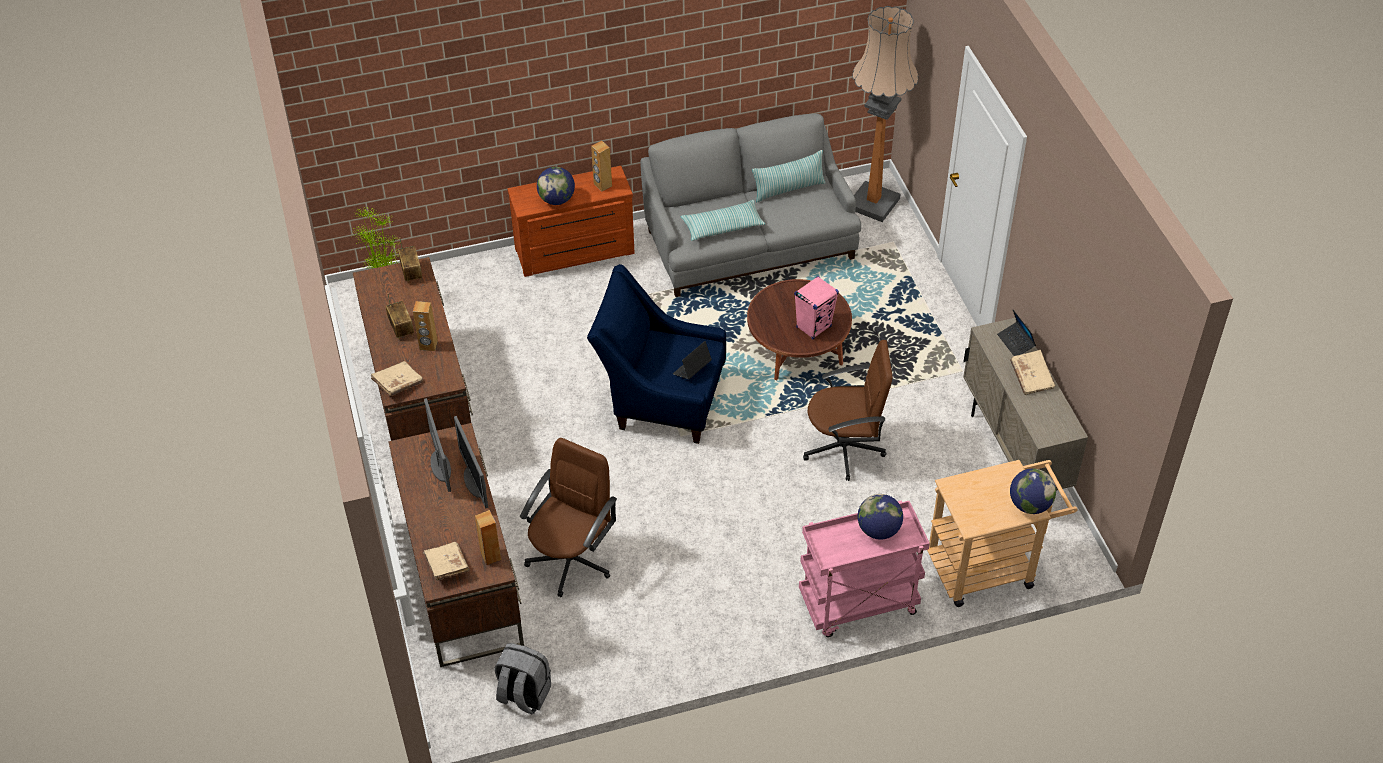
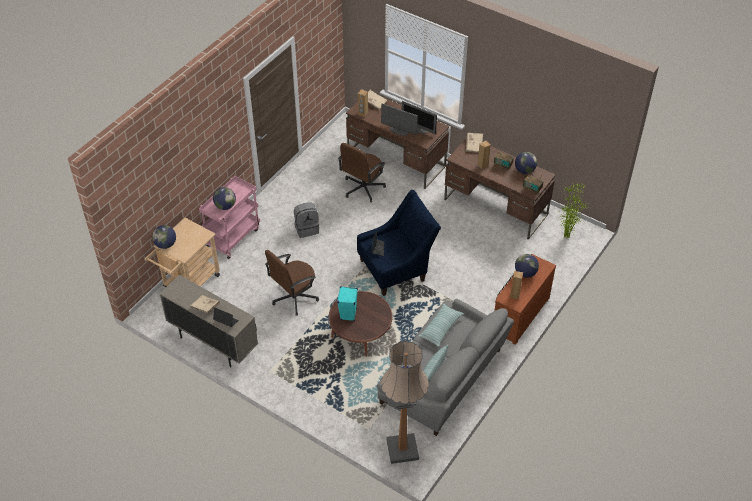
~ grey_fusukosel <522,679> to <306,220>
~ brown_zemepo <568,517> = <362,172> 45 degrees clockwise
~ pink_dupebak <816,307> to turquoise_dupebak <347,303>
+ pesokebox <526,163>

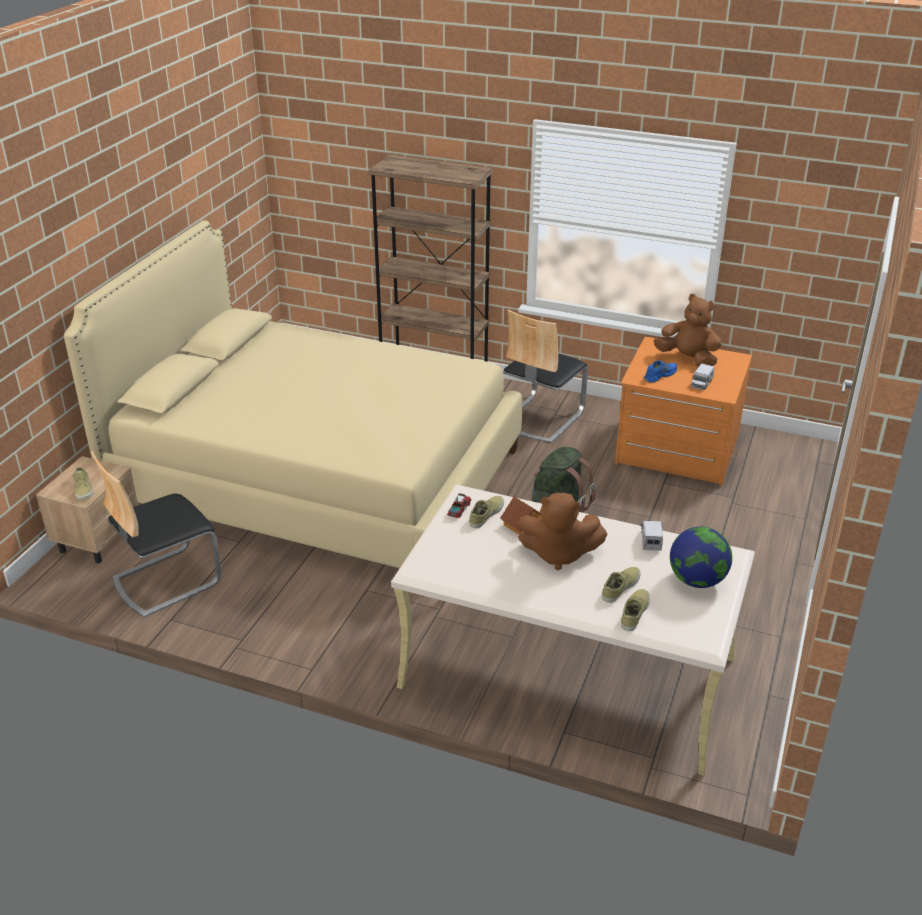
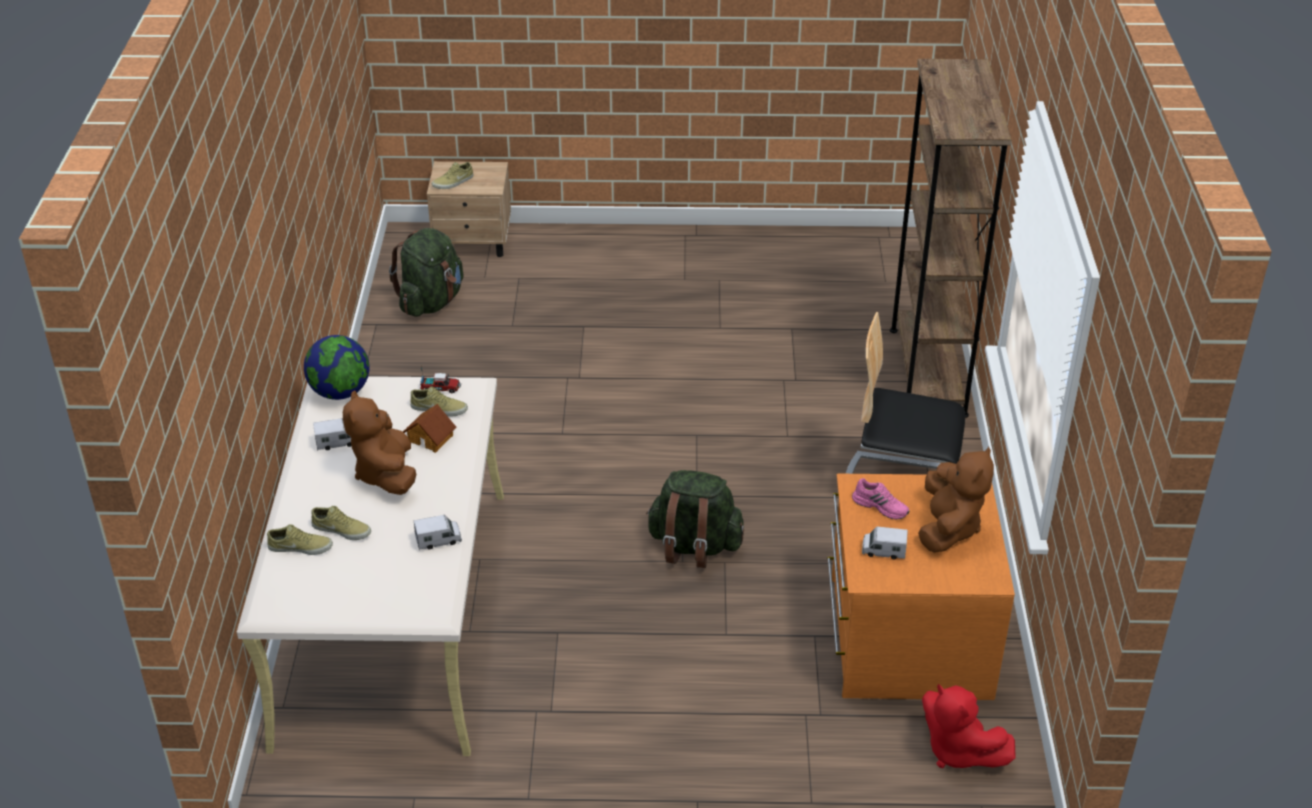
- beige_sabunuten <293,394>
~ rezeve <156,534> to green_fusukosel <426,272>
~ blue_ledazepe <660,371> to pink_ledazepe <880,499>
~ pesokebox <701,557> to <336,367>
+ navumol <332,434>
+ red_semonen <969,726>

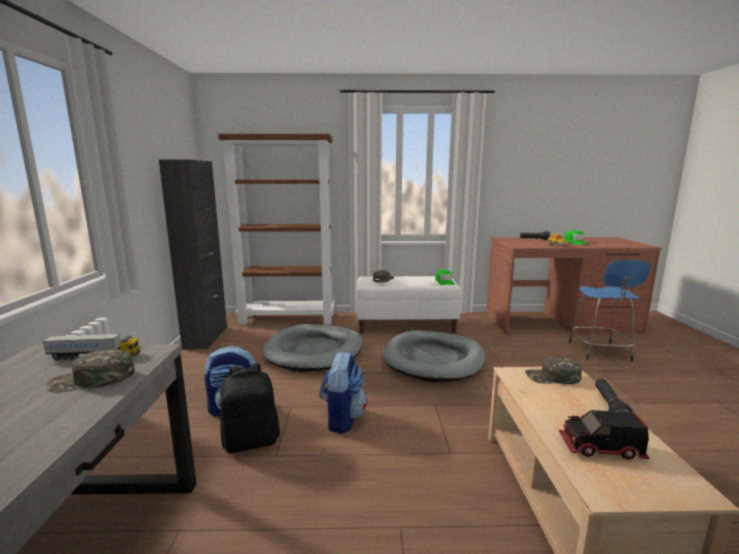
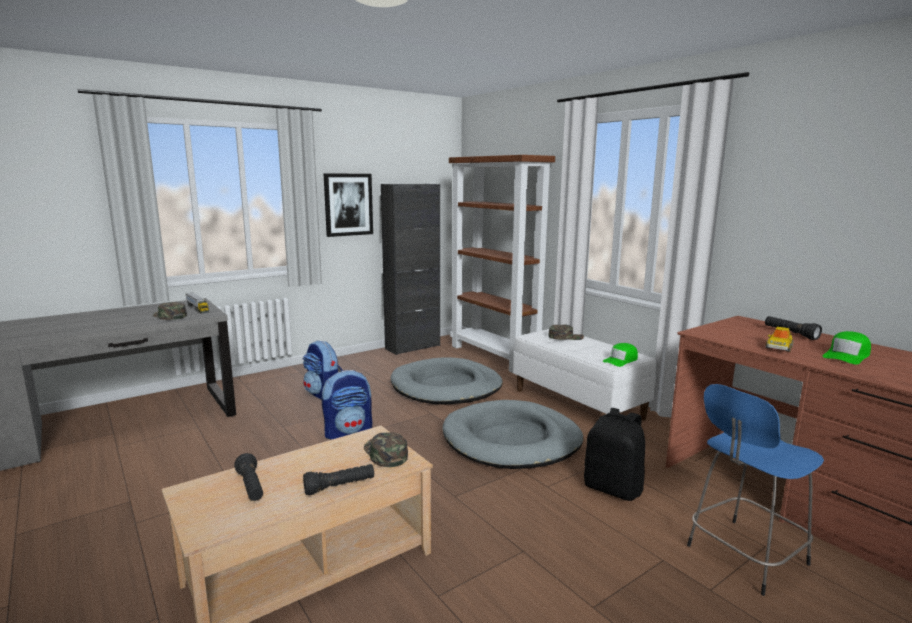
~ black_fusukosel <250,408> to <614,454>
~ navumol <603,435> to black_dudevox <248,477>
+ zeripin <348,205>

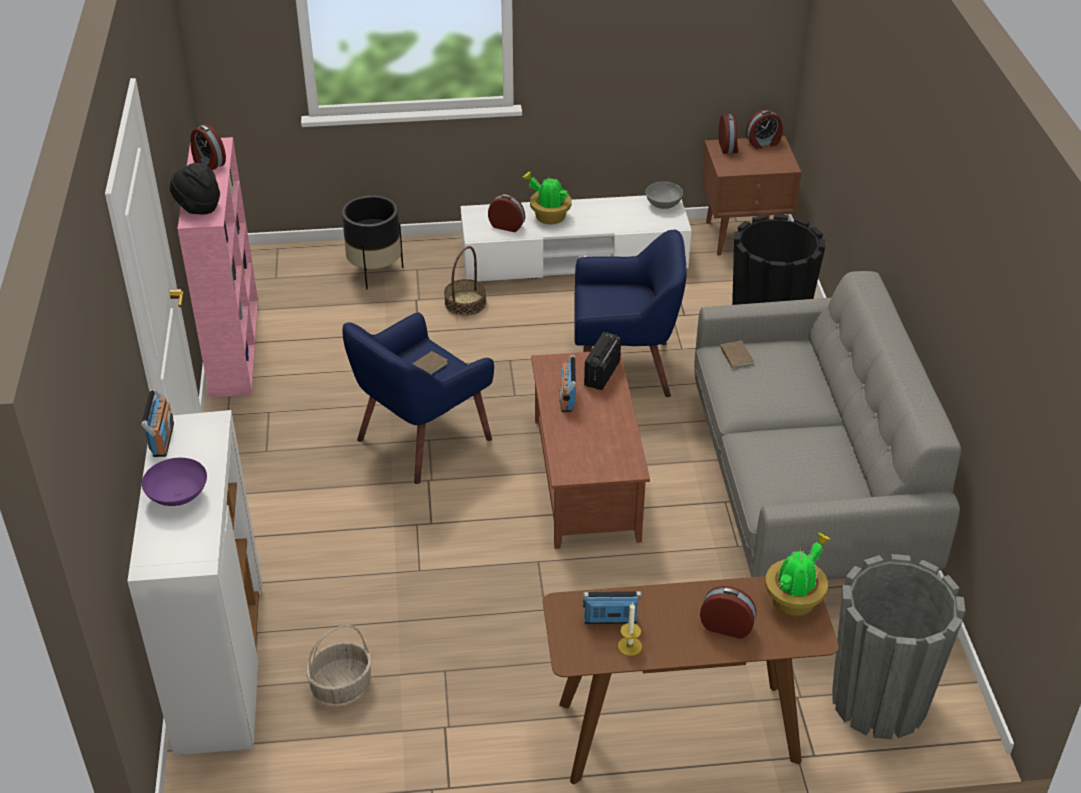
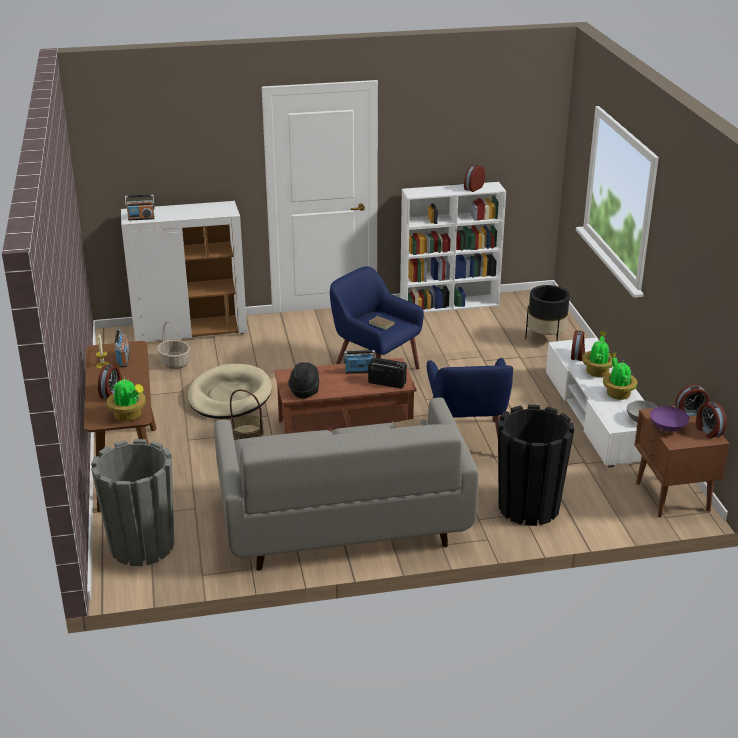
~ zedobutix <157,422> to <140,207>
~ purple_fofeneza <174,482> to <669,419>
~ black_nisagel <195,188> to <303,380>
~ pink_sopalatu <218,267> to white_sopalatu <453,247>
~ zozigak <465,281> to <247,414>
+ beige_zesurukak <230,391>
+ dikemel <620,376>

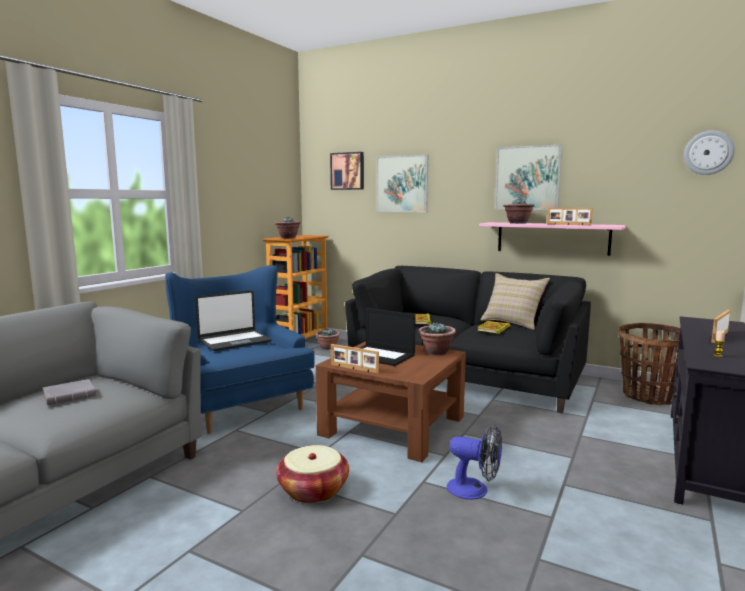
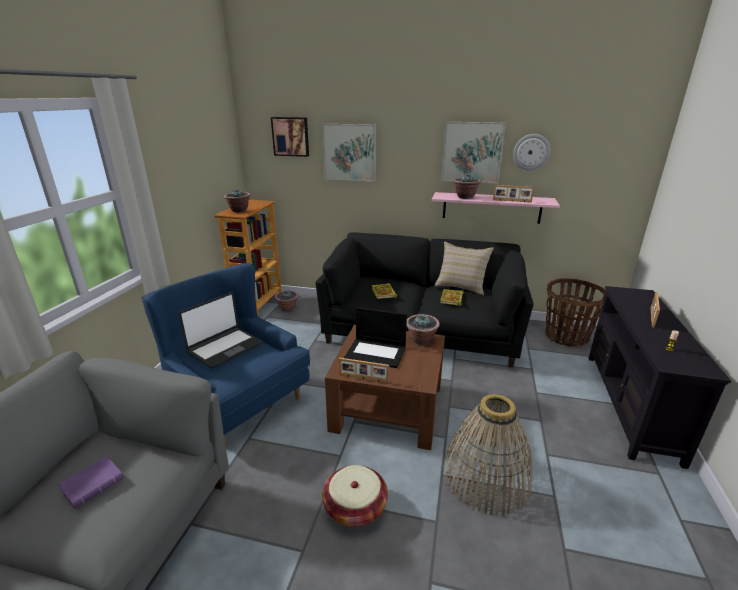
~ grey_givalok <69,392> to purple_givalok <91,482>
~ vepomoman <474,462> to zozigak <488,454>
~ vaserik <709,153> to <531,152>

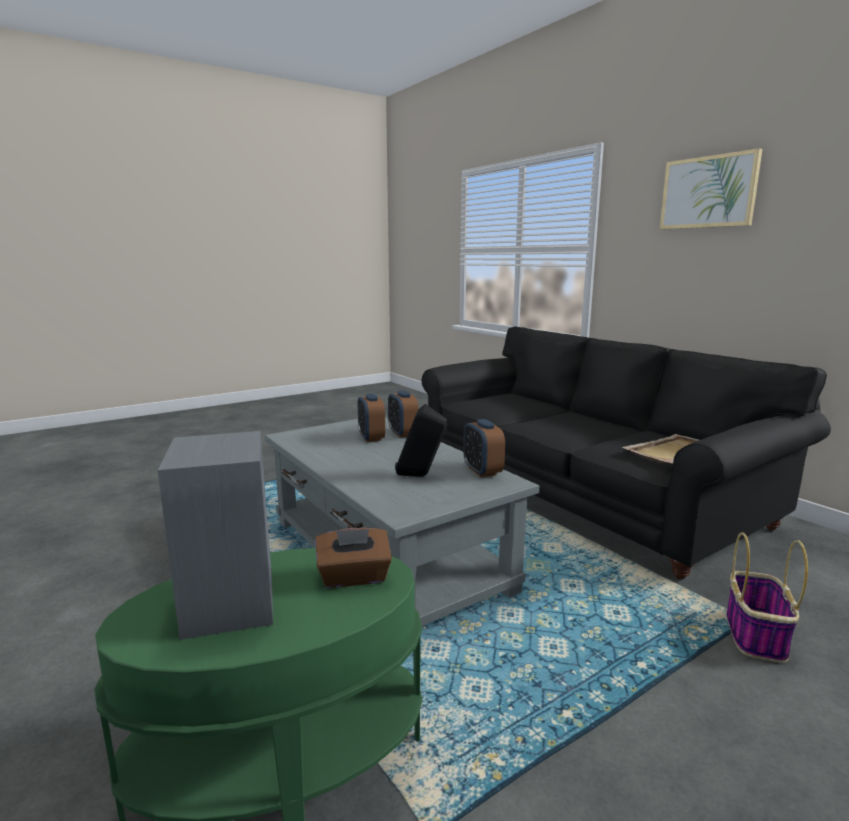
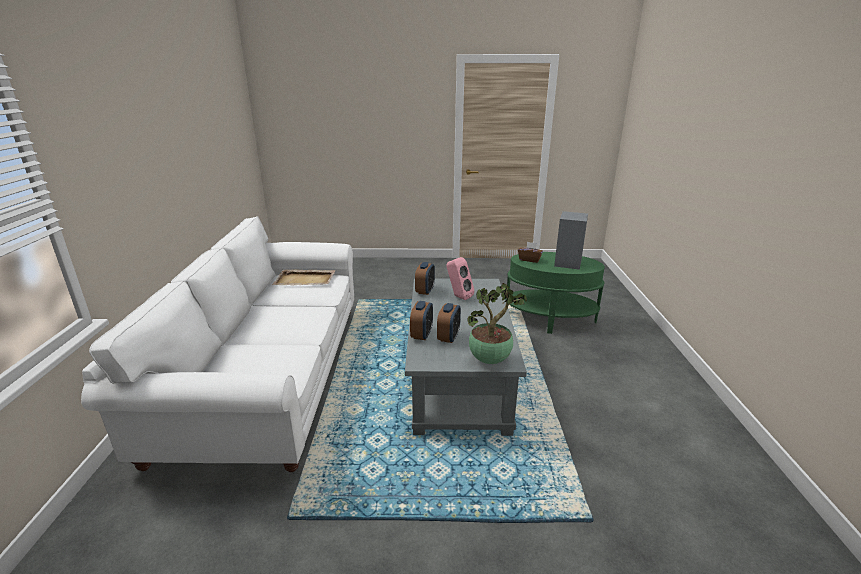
~ black_dupebak <421,440> to pink_dupebak <460,278>
~ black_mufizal <626,453> to white_mufizal <217,344>
- zeripin <711,189>
- zozigak <767,597>
+ dikemel <497,323>

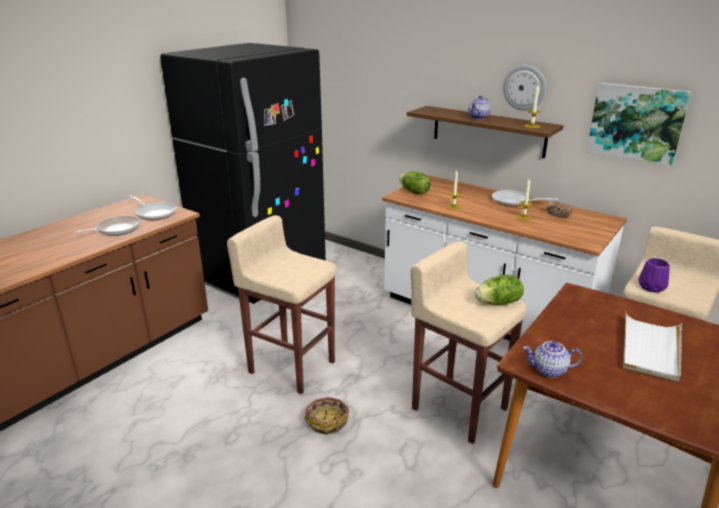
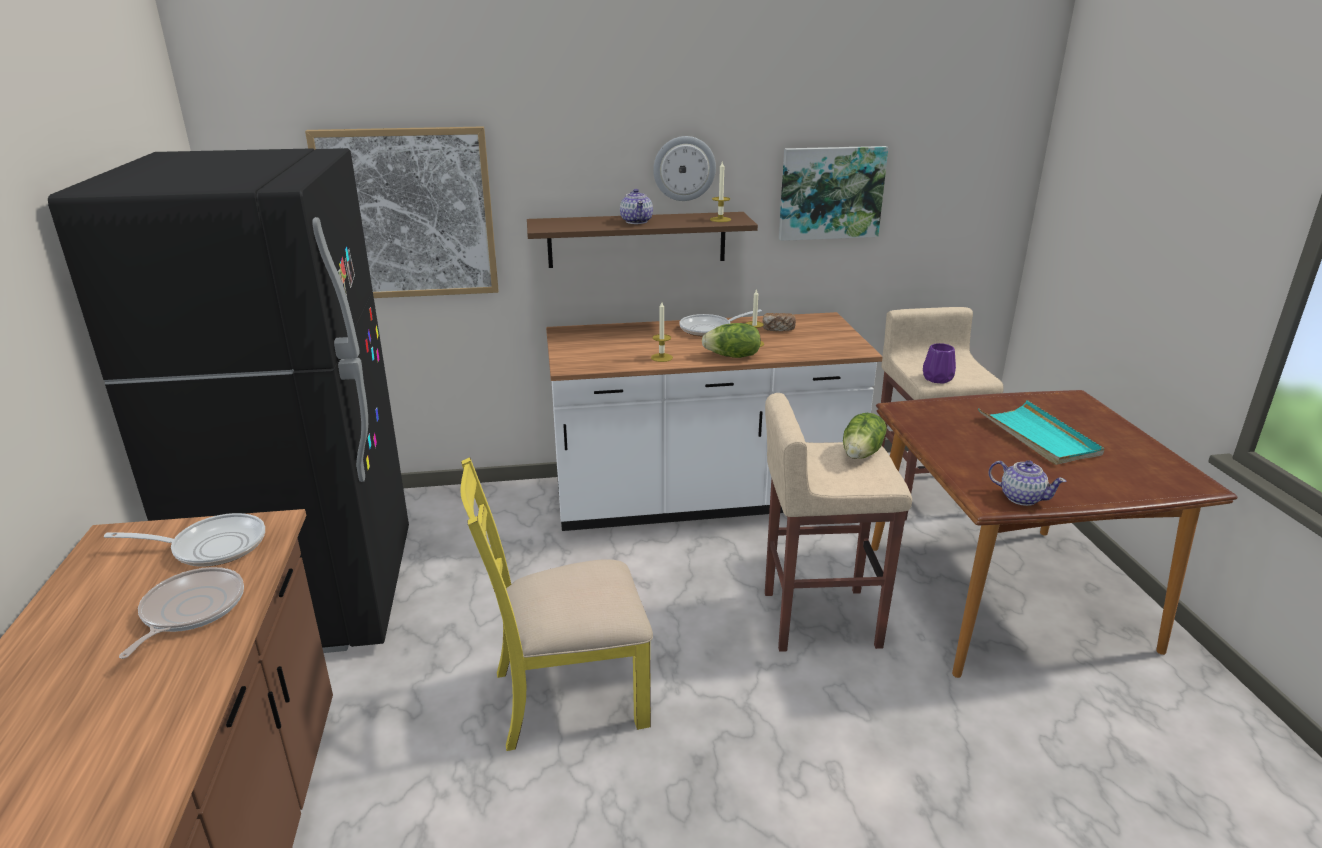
~ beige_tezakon <282,304> to yellow_rezeve <556,604>
- zozigak <327,416>
~ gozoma <415,182> to <731,340>
~ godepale <552,359> = <1027,483> 105 degrees counterclockwise
~ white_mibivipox <652,346> to turquoise_mibivipox <1041,432>
+ zeripin <401,212>

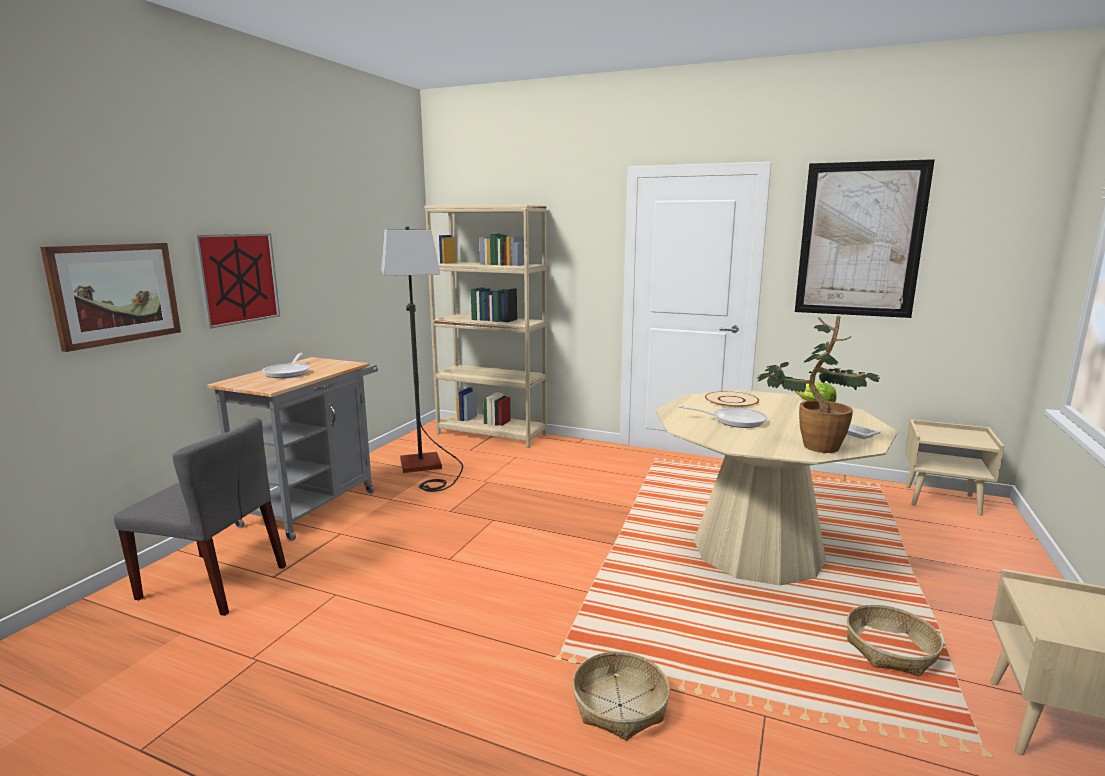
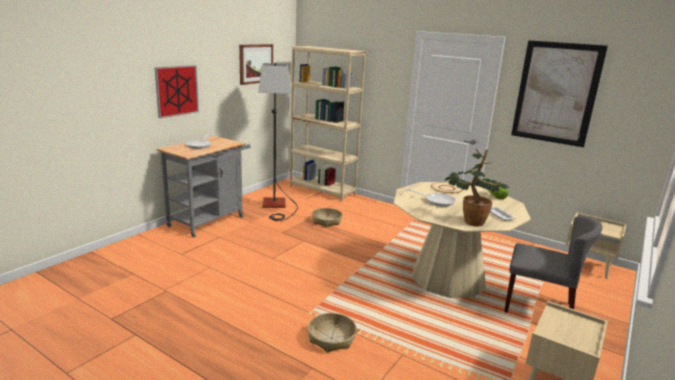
~ zeripin <110,297> to <256,64>
~ grey_rezeve <200,516> to <553,264>
~ zozigak <895,640> to <327,217>

